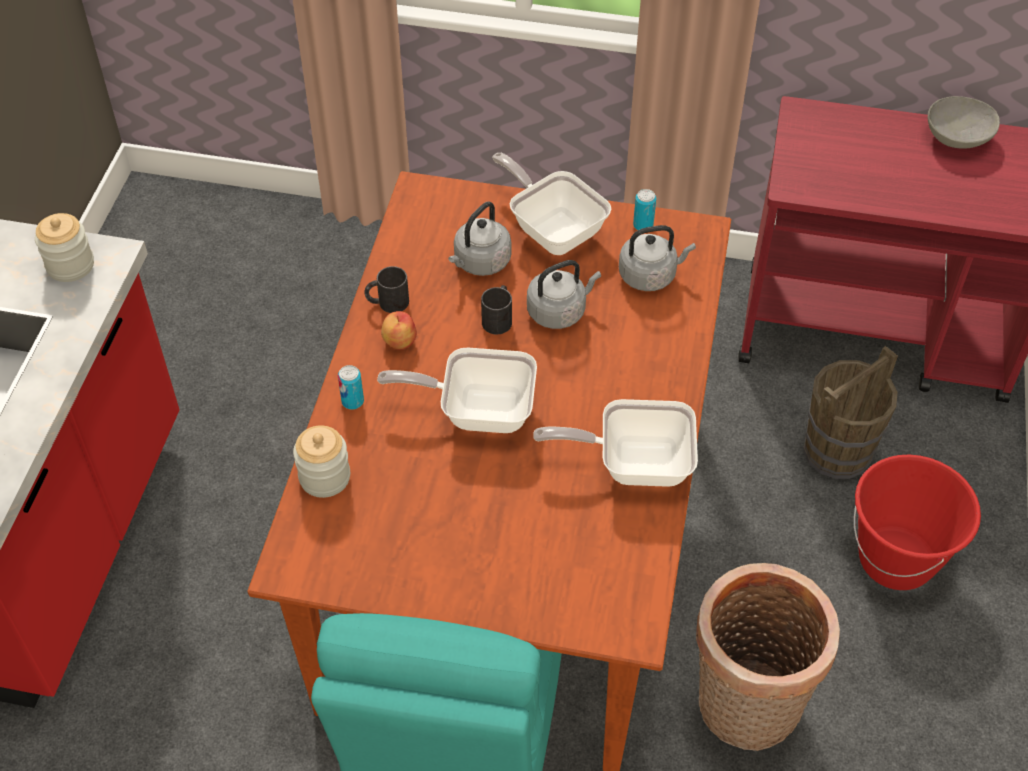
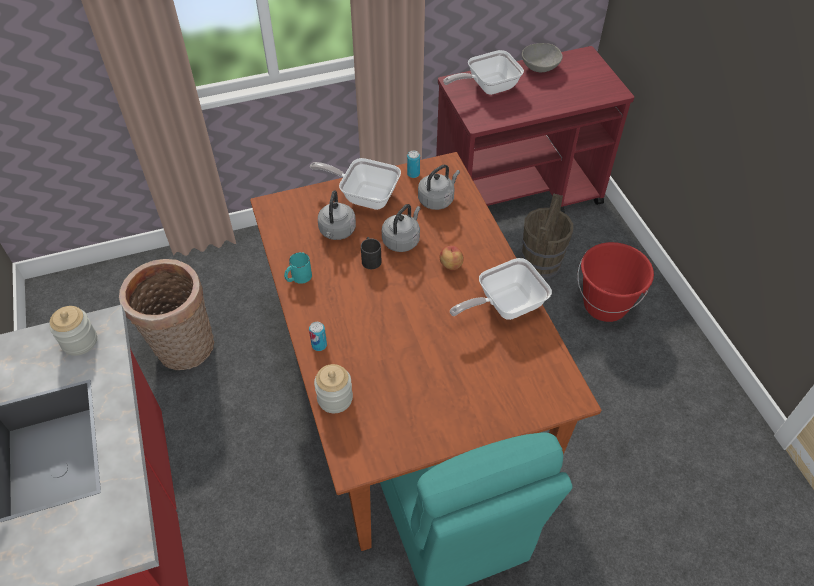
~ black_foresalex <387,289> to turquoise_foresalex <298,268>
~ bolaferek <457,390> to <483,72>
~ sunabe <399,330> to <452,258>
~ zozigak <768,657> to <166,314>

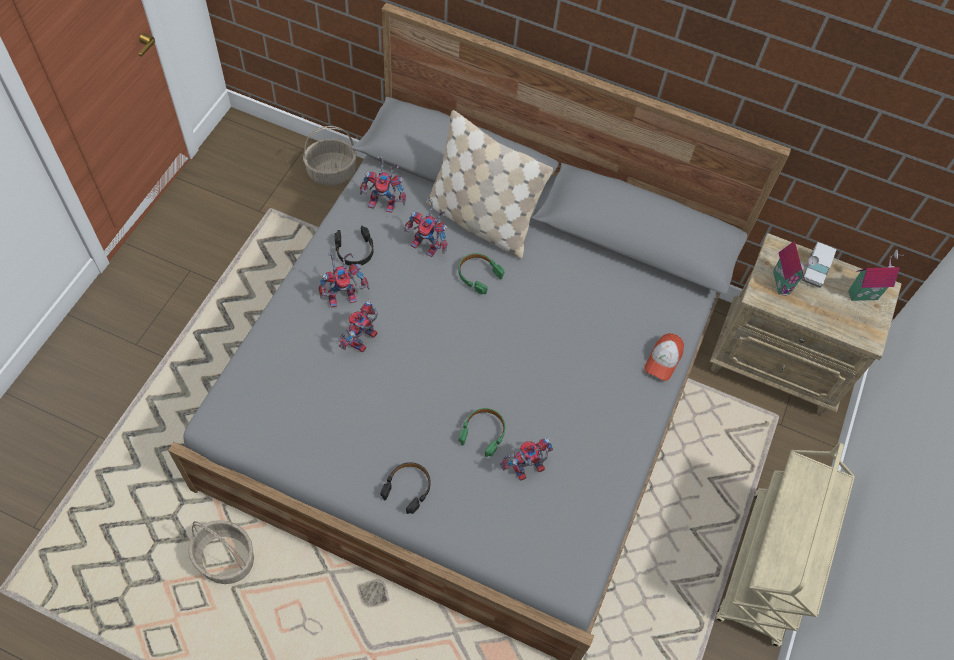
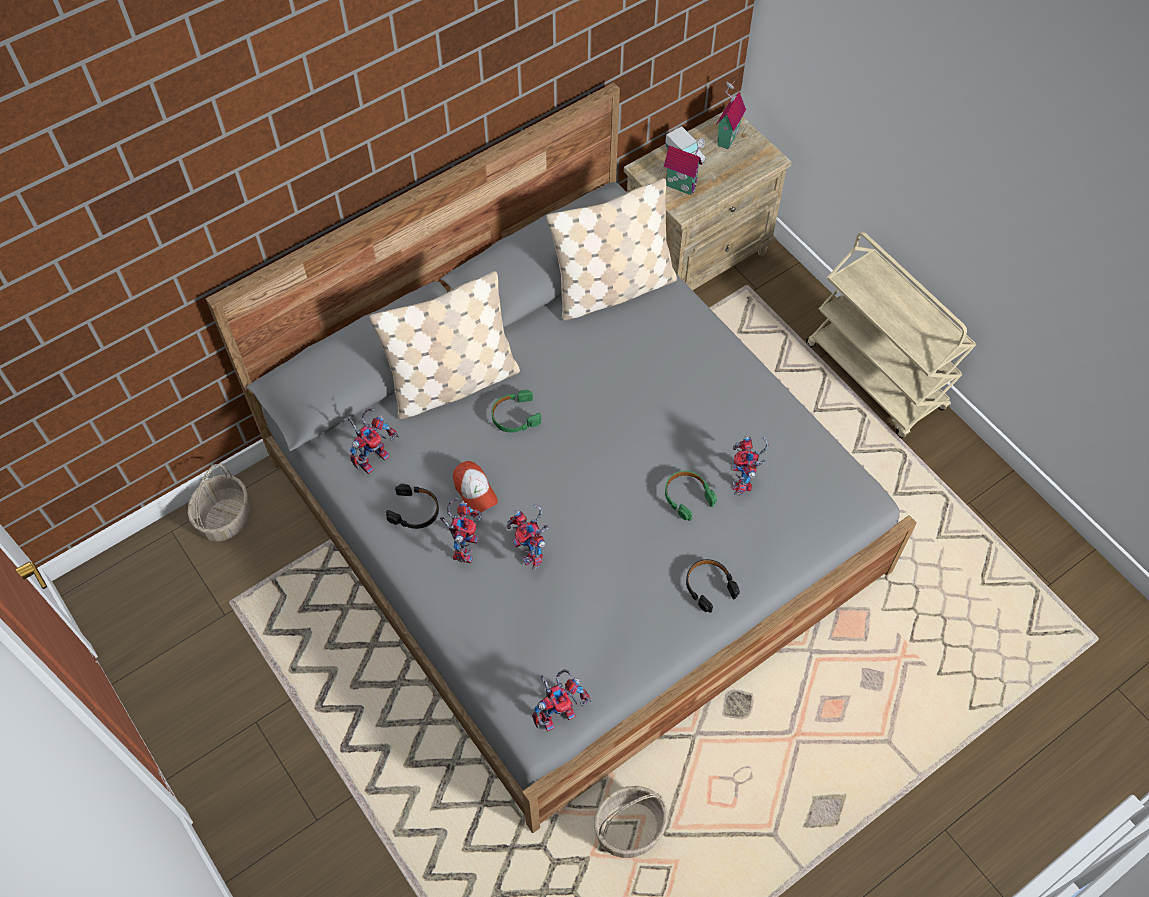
~ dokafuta <426,227> to <561,700>
~ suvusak <664,357> to <475,486>
+ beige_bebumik <611,249>

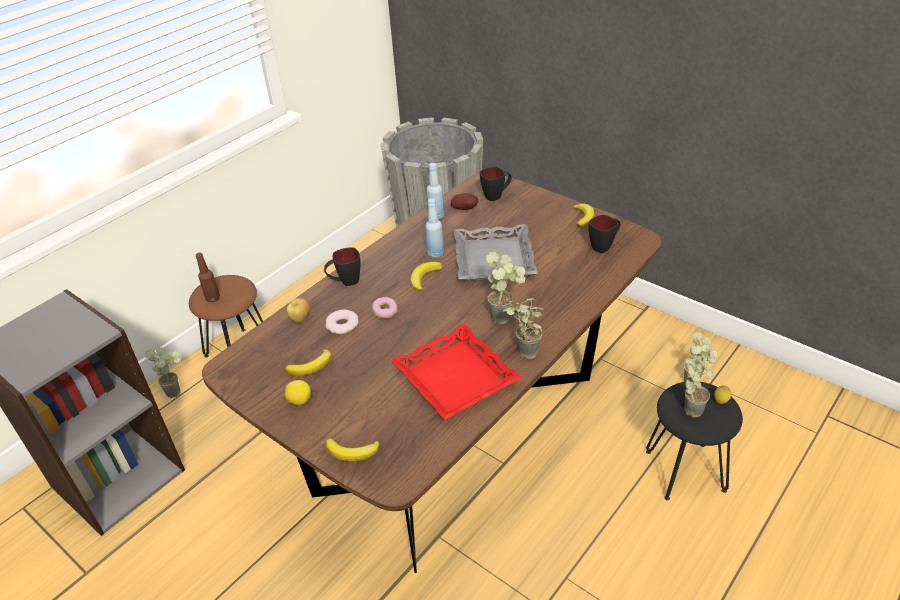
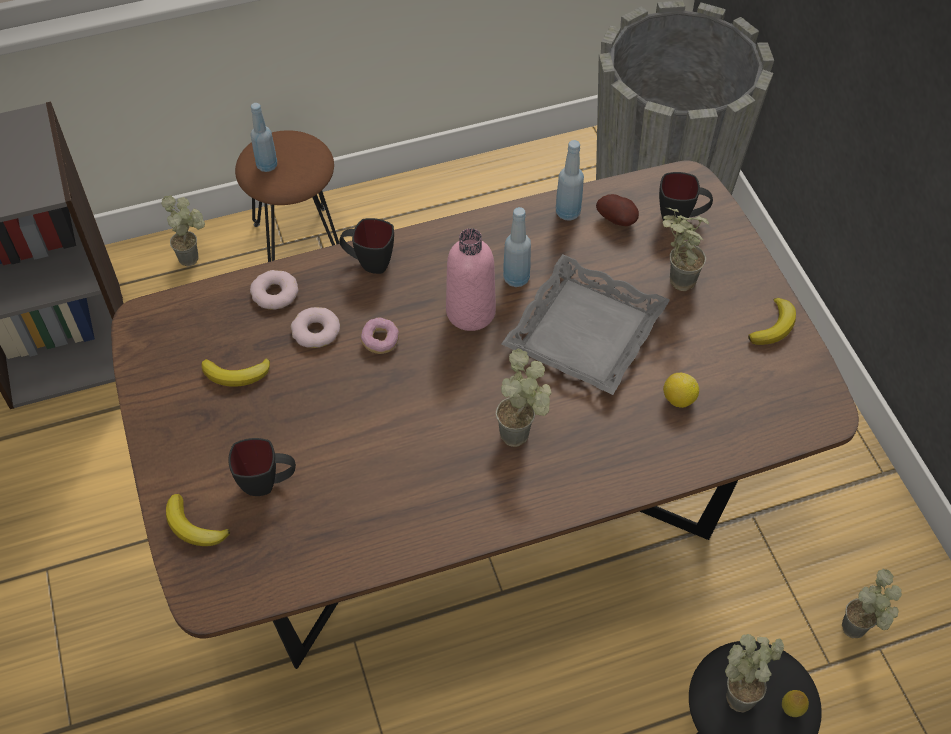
~ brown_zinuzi <208,277> to blue_zinuzi <263,137>
~ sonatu <298,392> to <681,390>
~ sunabe <298,310> to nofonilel <274,290>
- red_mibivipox <456,372>
~ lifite <427,277> to pink_zinuzi <471,279>
~ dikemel <523,328> to <685,249>
~ black_foresalex <604,234> to <262,467>

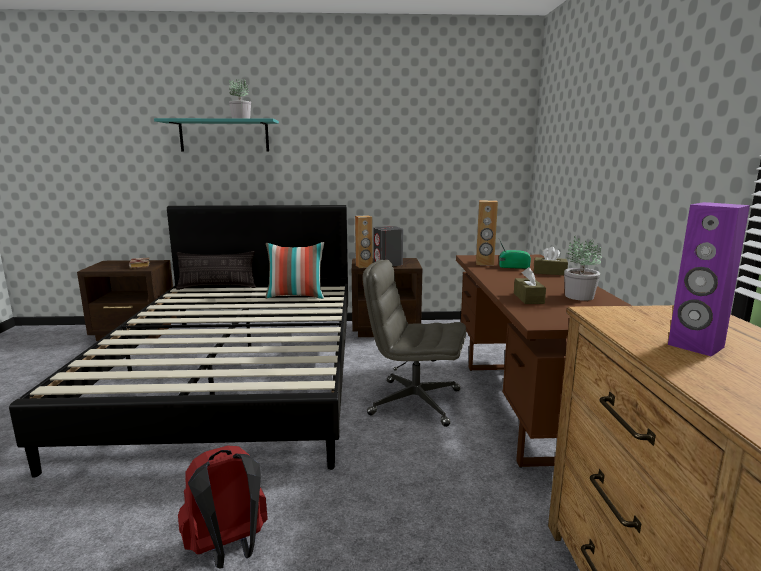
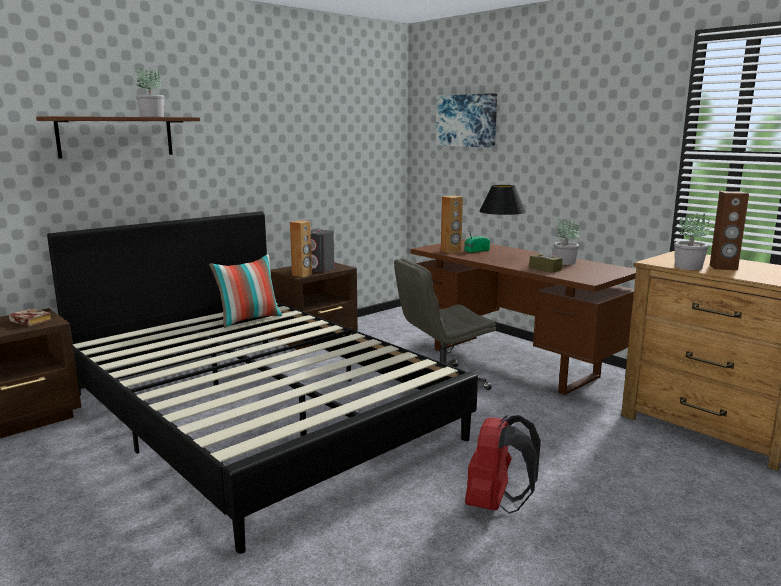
~ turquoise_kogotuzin <216,135> to brown_kogotuzin <118,137>
- bebumik <216,270>
- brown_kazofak <551,261>
~ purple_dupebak <709,279> to brown_dupebak <729,230>
+ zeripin <466,120>
+ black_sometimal <502,222>
+ dikemel <692,241>

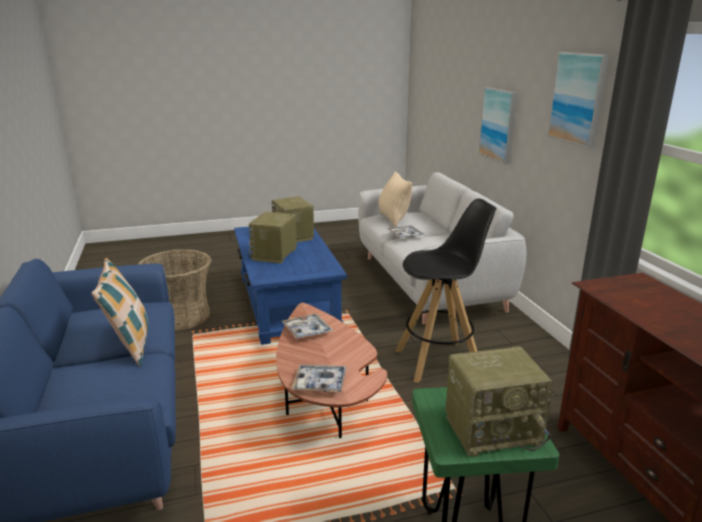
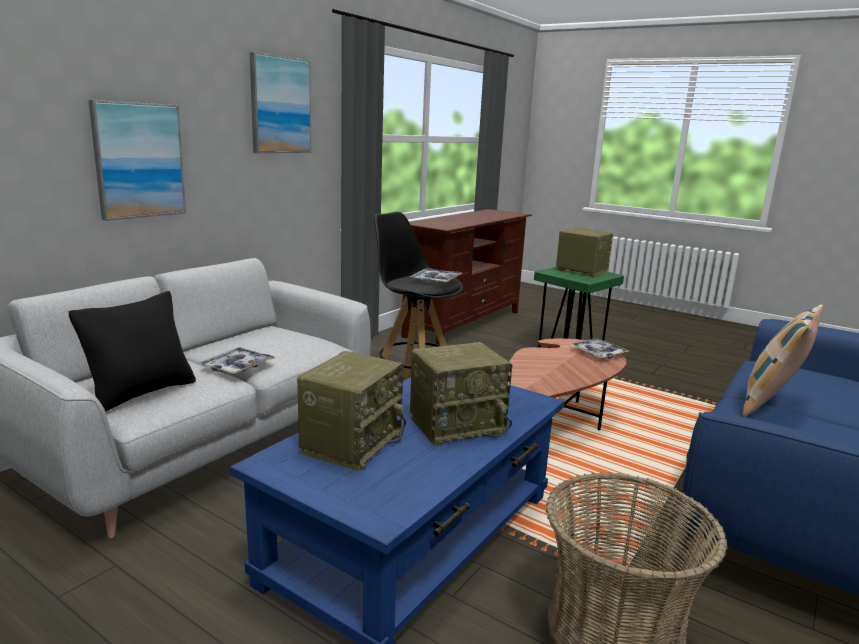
~ mibivipox <308,326> to <436,275>
~ beige_bebumik <395,199> to black_bebumik <132,351>

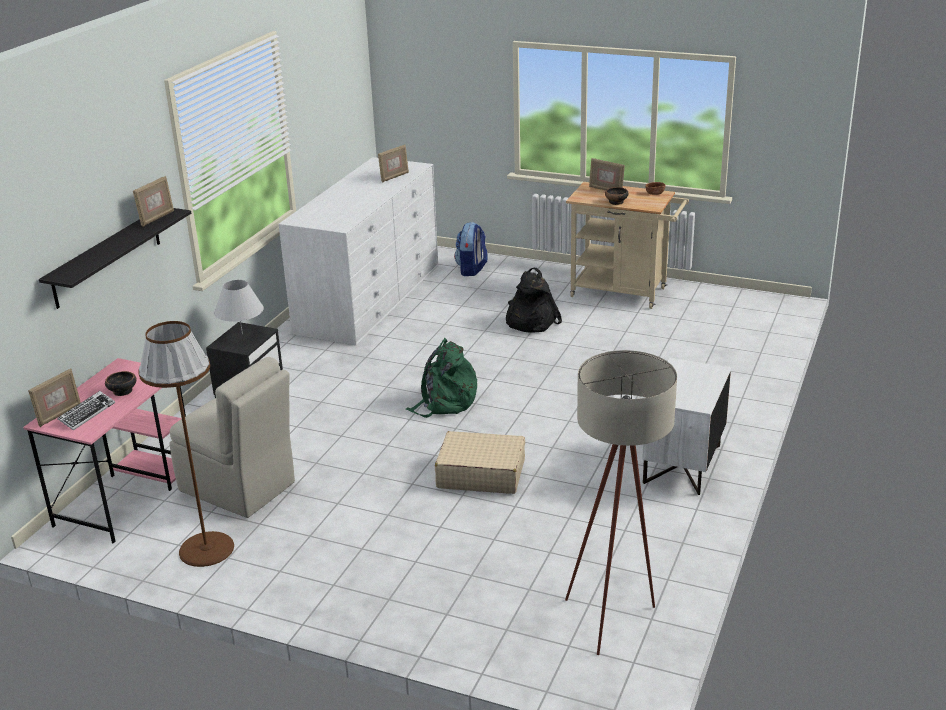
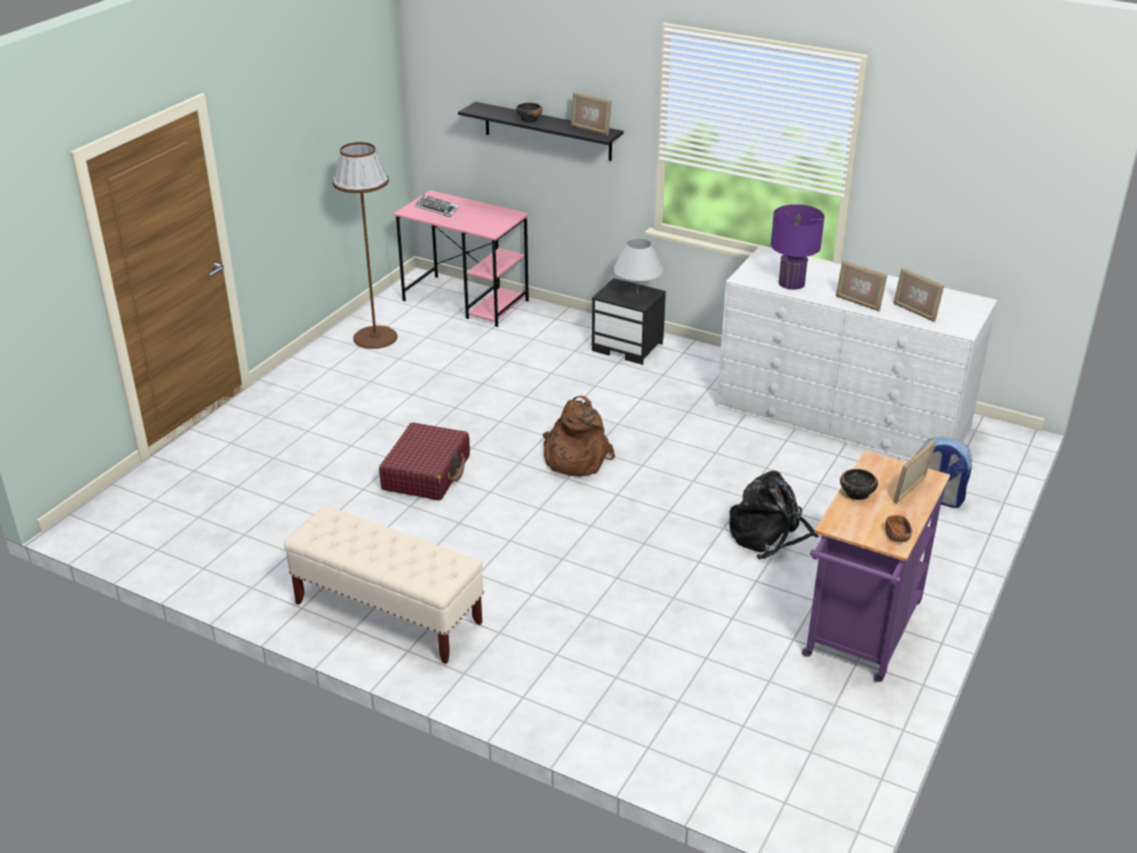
~ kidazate <54,398> to <861,285>
~ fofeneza <121,383> to <529,113>
- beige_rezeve <232,437>
~ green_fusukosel <441,378> to brown_fusukosel <579,436>
~ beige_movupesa <480,462> to red_movupesa <424,461>
- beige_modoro <621,502>
~ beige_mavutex <627,245> to purple_mavutex <876,566>
~ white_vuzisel <686,426> to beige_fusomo <384,584>
+ purple_sometimal <798,247>

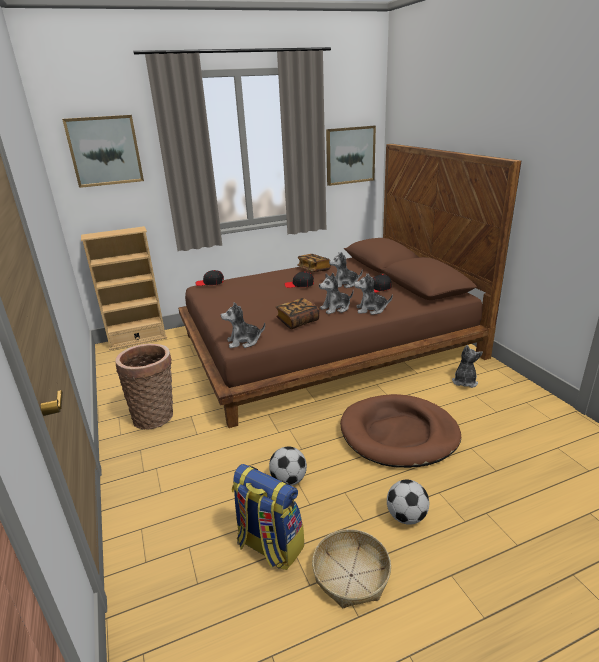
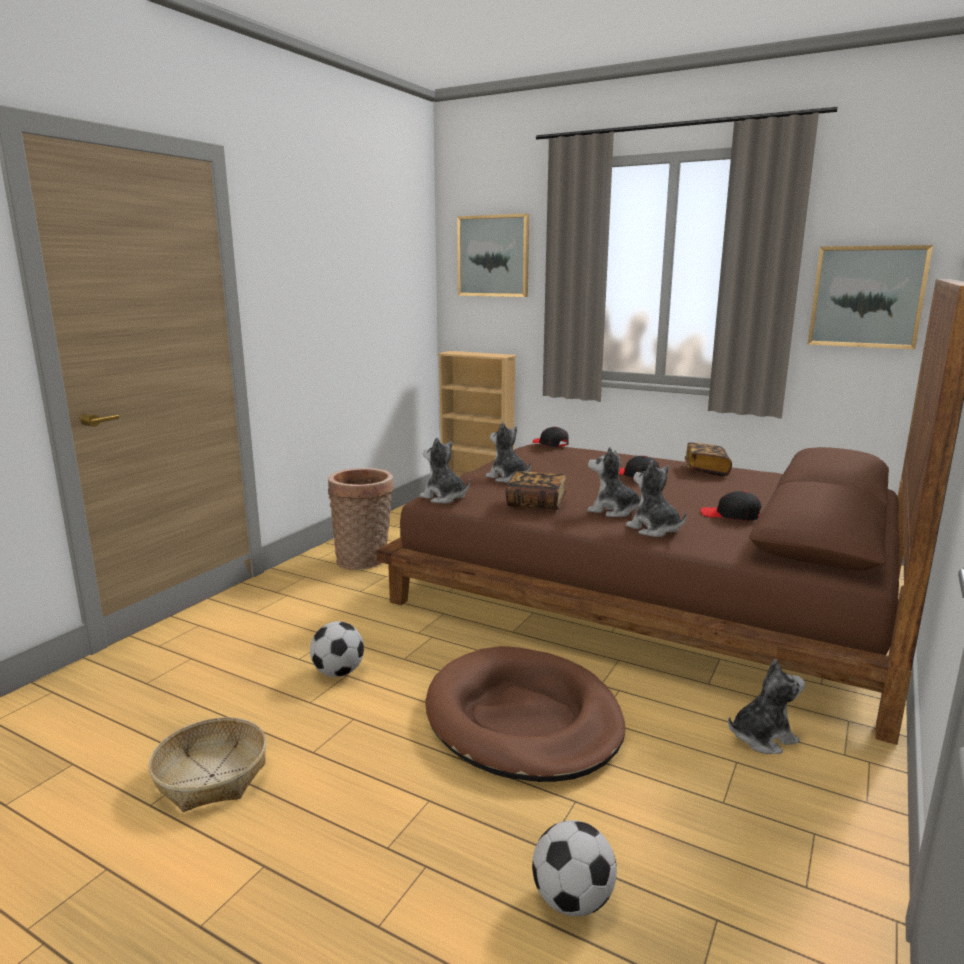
- fusukosel <268,517>
~ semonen <346,269> to <509,452>
~ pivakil <408,502> to <574,868>

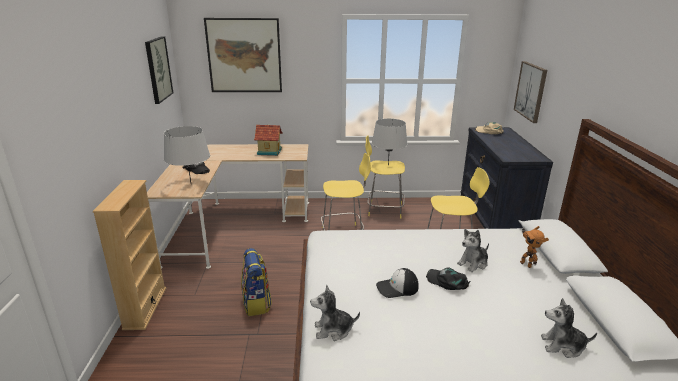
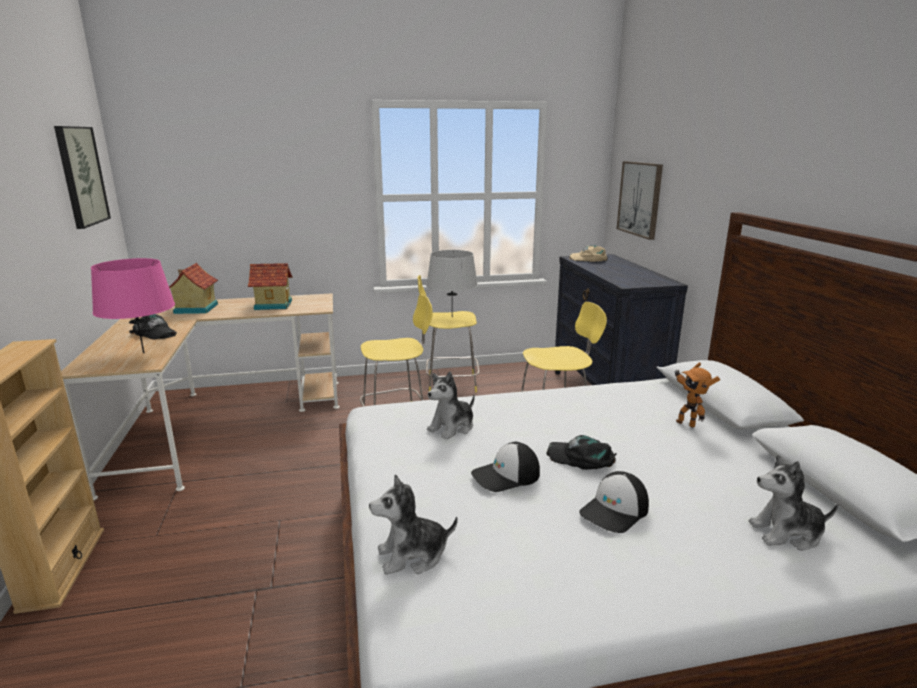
~ grey_sometimal <187,154> to pink_sometimal <133,305>
- zeripin <243,55>
- fusukosel <256,282>
~ semonen <473,250> to <451,405>
+ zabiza <193,288>
+ suvusak <614,502>

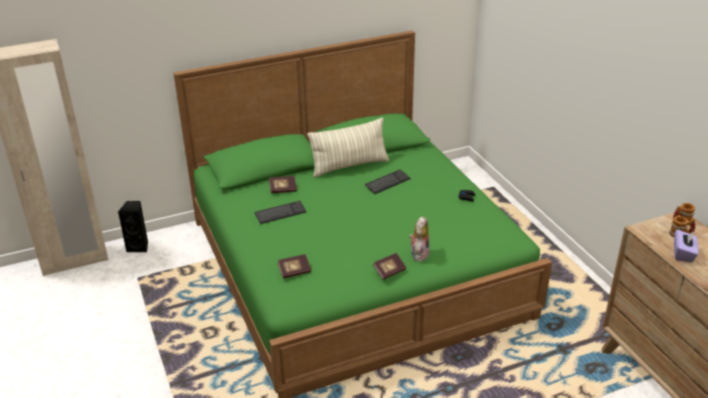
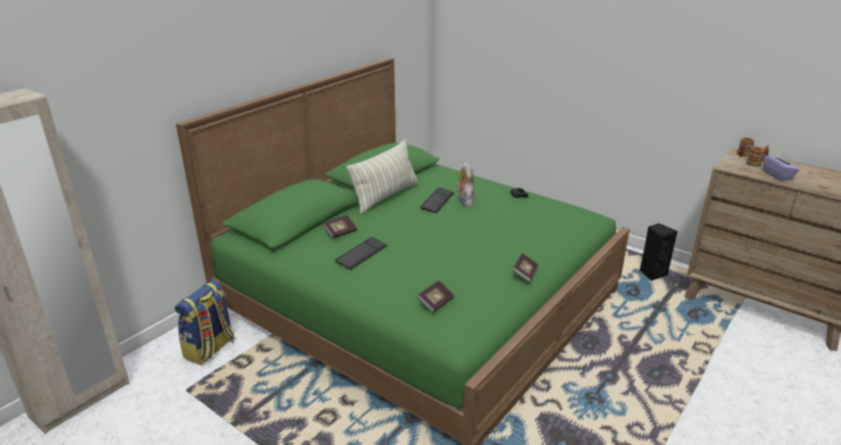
~ black_dupebak <133,226> to <658,252>
~ semonen <419,239> to <465,184>
+ fusukosel <204,322>

